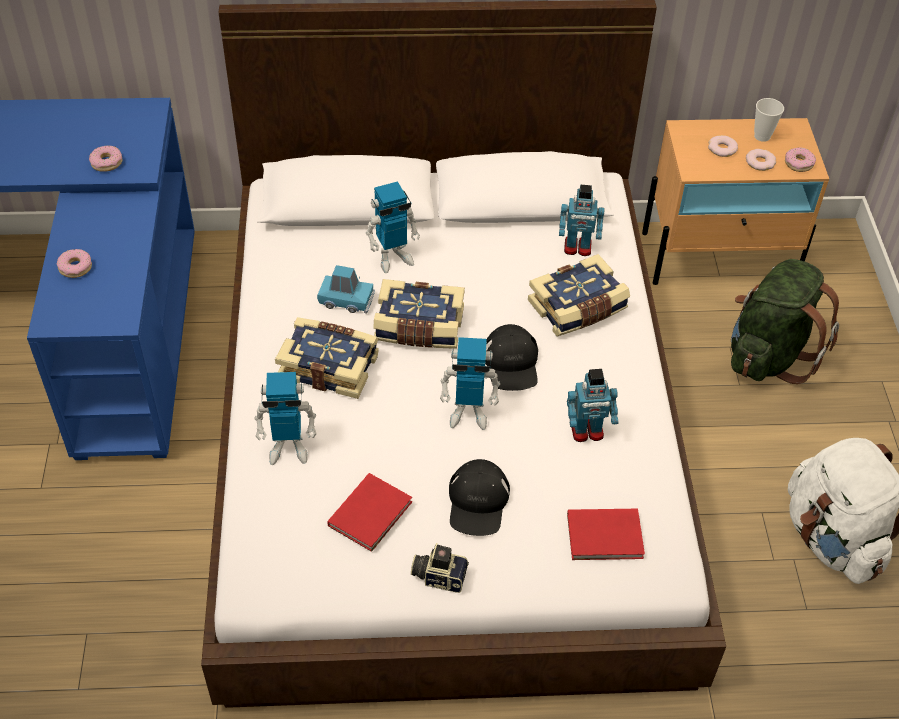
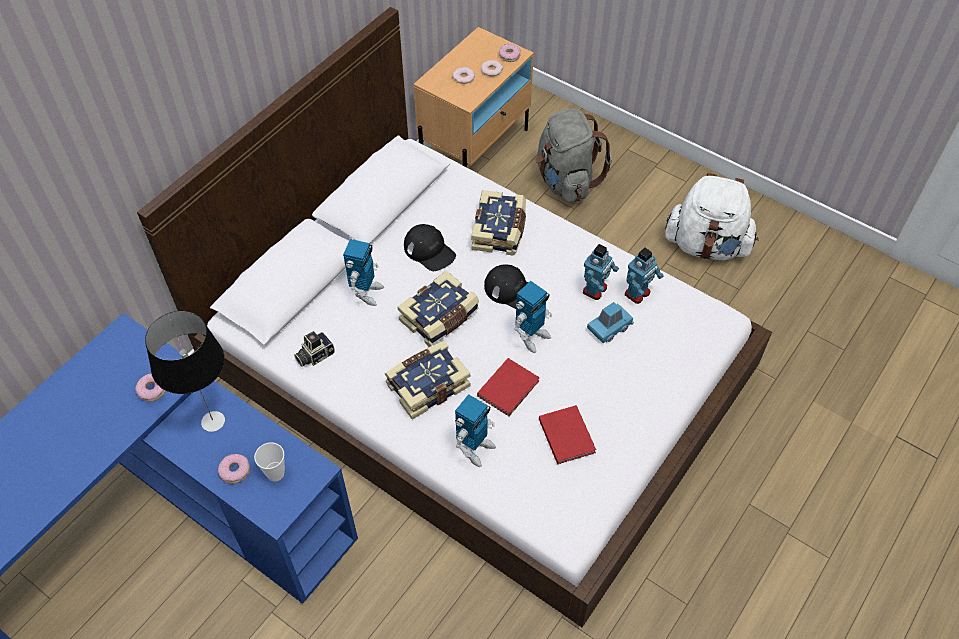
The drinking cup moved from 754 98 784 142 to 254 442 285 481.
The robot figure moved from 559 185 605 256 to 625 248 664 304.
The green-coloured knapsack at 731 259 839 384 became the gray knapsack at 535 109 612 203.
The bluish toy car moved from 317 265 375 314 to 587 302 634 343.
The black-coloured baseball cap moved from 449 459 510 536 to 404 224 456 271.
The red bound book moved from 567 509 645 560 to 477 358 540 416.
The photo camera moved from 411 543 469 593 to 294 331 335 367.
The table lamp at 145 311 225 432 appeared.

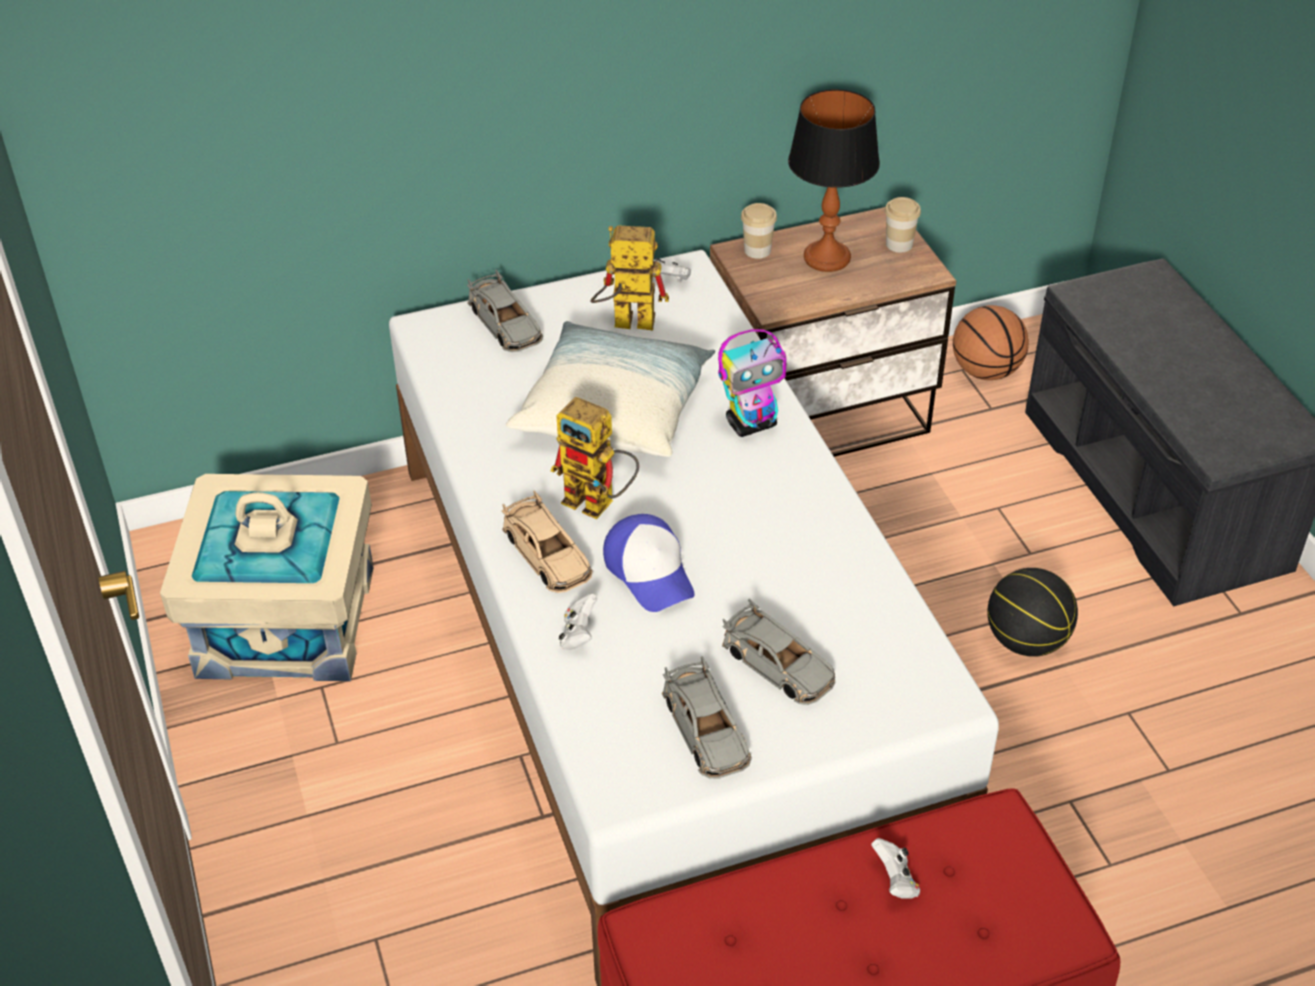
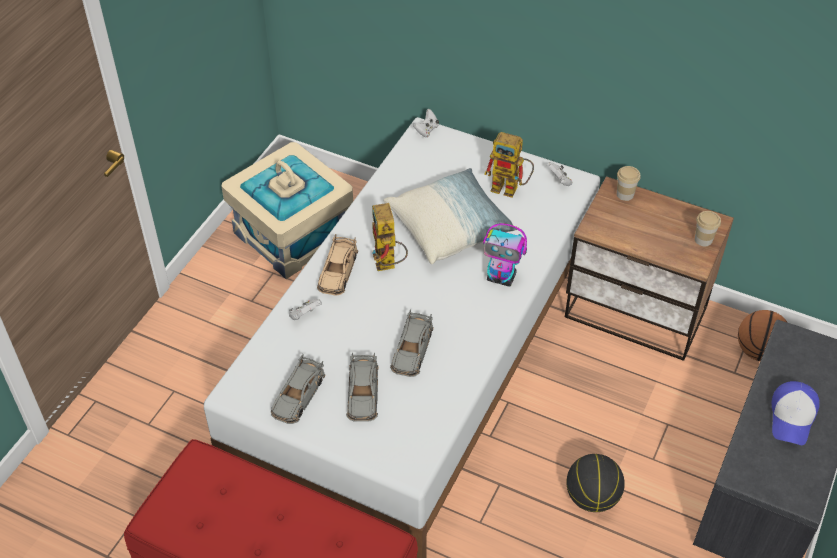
The table lamp at 788 89 880 272 disappeared.
The robot figure at 590 225 669 330 turned 150 degrees clockwise.
The gray toy car moved from 467 269 543 352 to 390 310 434 377.
The baseball cap moved from 603 514 695 612 to 772 381 820 445.
The whitish joypad moved from 871 838 920 899 to 413 109 439 137.

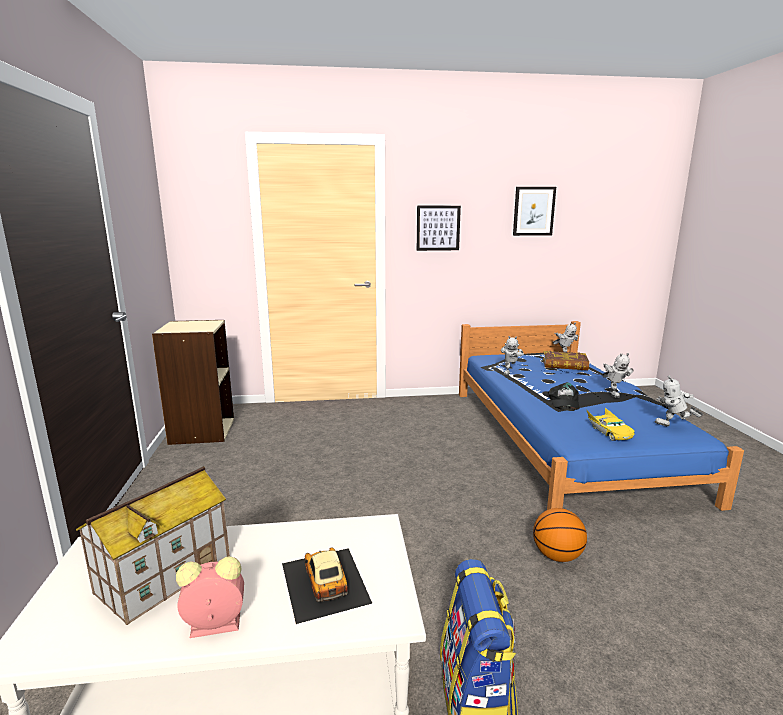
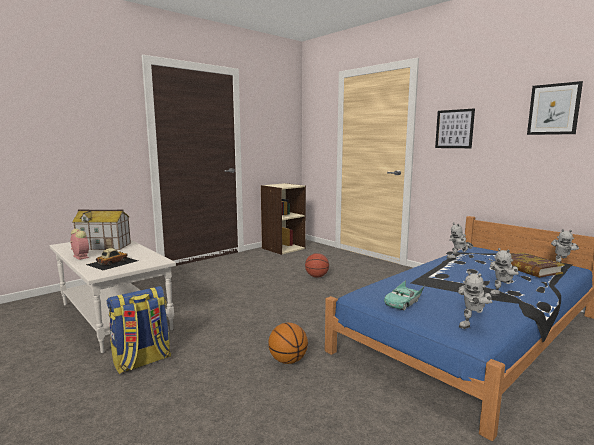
The robot figure at 655 375 703 427 turned 120 degrees counterclockwise.
The black-coloured baseball cap at 548 382 579 411 disappeared.
The yellow toy car at 587 408 634 441 became the turquoise-coloured toy car at 384 280 425 310.
The basketball at 305 253 329 277 appeared.

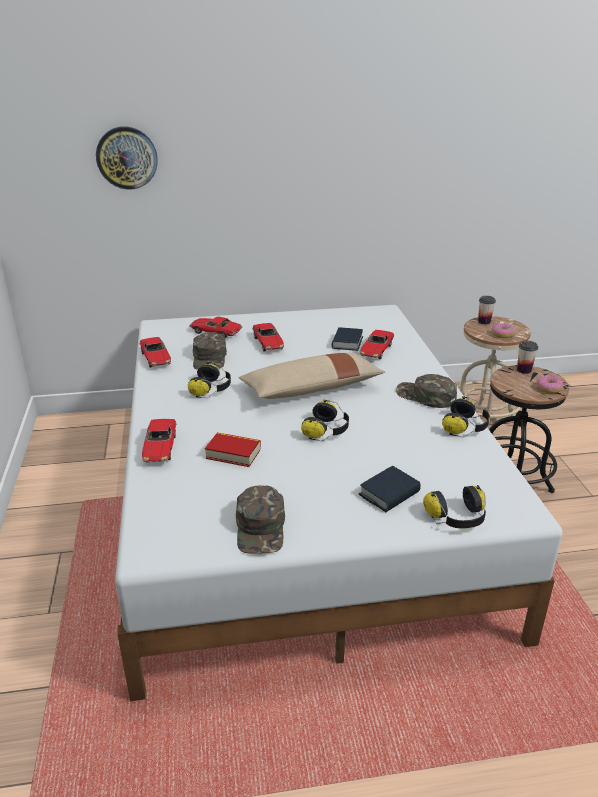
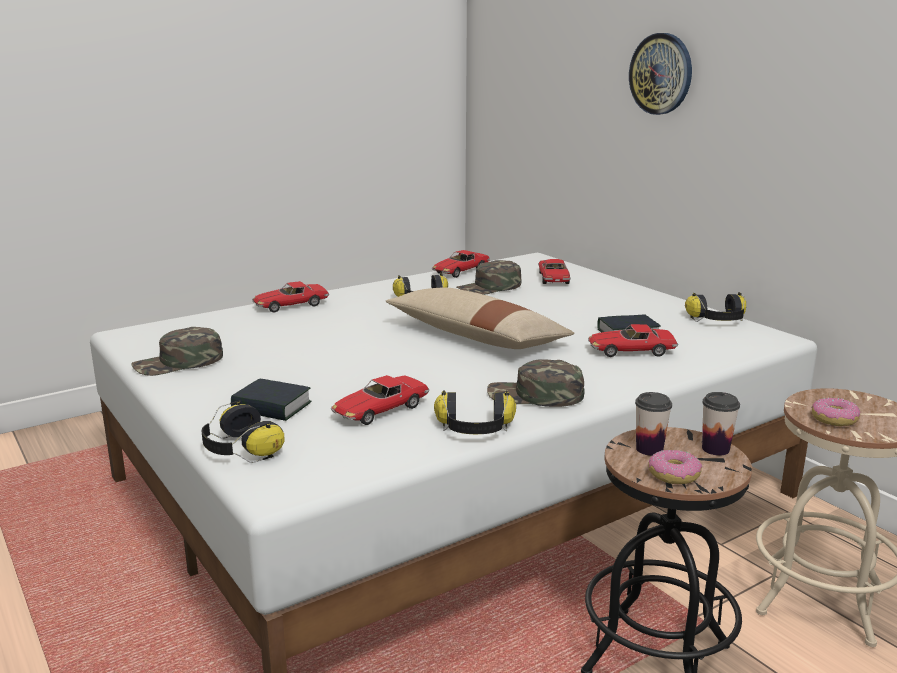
The wall clock moved from 96 126 158 190 to 629 33 692 115.
The drinking cup moved from 478 296 496 325 to 635 392 672 456.
The toy car moved from 252 323 284 351 to 331 375 429 425.
The green-coloured baseball cap at 396 374 457 408 turned 90 degrees counterclockwise.
The headset moved from 301 400 349 441 to 685 292 746 322.
The bound book at 205 432 261 467 disappeared.

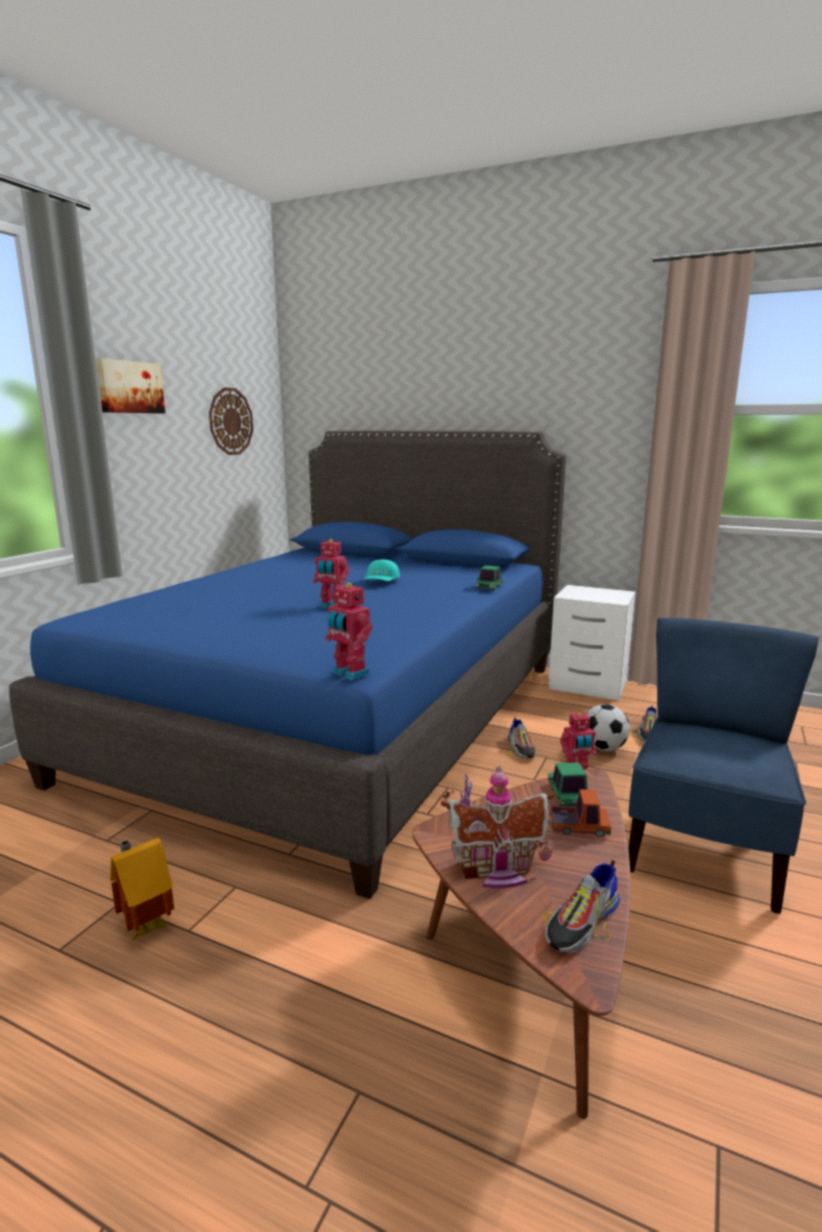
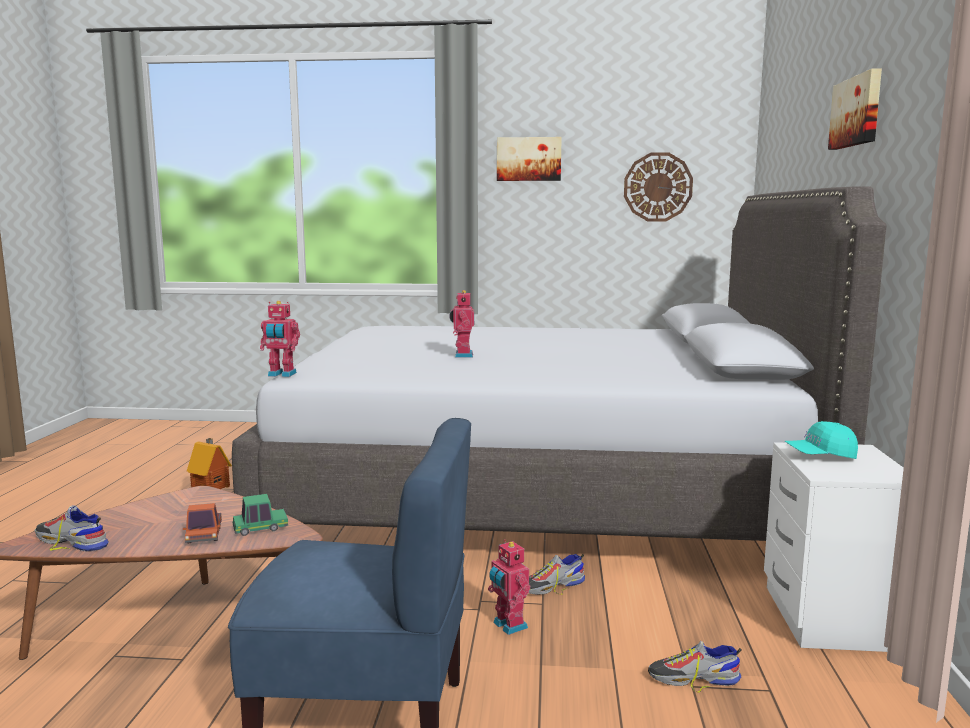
The bluish sleeping bed at 9 431 566 899 became the gray sleeping bed at 232 187 887 541.
The turquoise-coloured baseball cap moved from 364 559 400 581 to 784 421 858 459.
The toy car at 475 565 503 590 disappeared.
The robot figure at 325 582 372 680 turned 105 degrees counterclockwise.
The football ball at 586 704 630 751 disappeared.
The miniature house at 441 766 554 888 disappeared.
The wall art at 828 68 882 150 appeared.

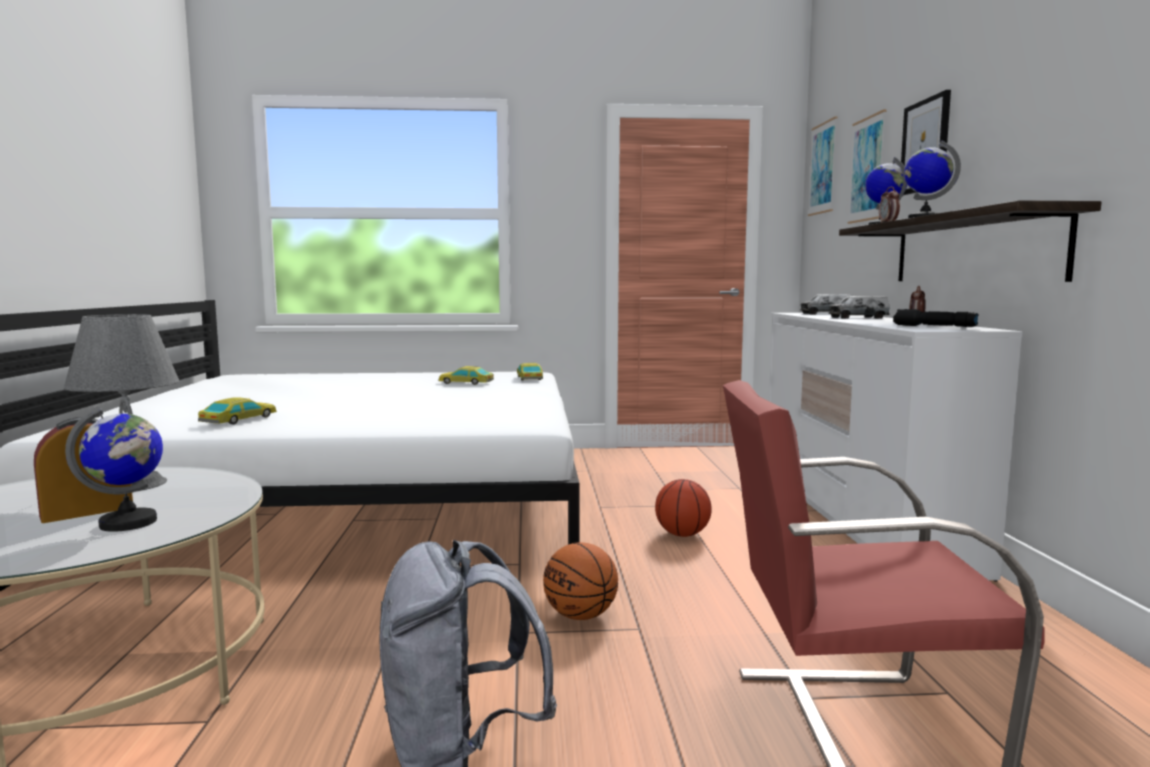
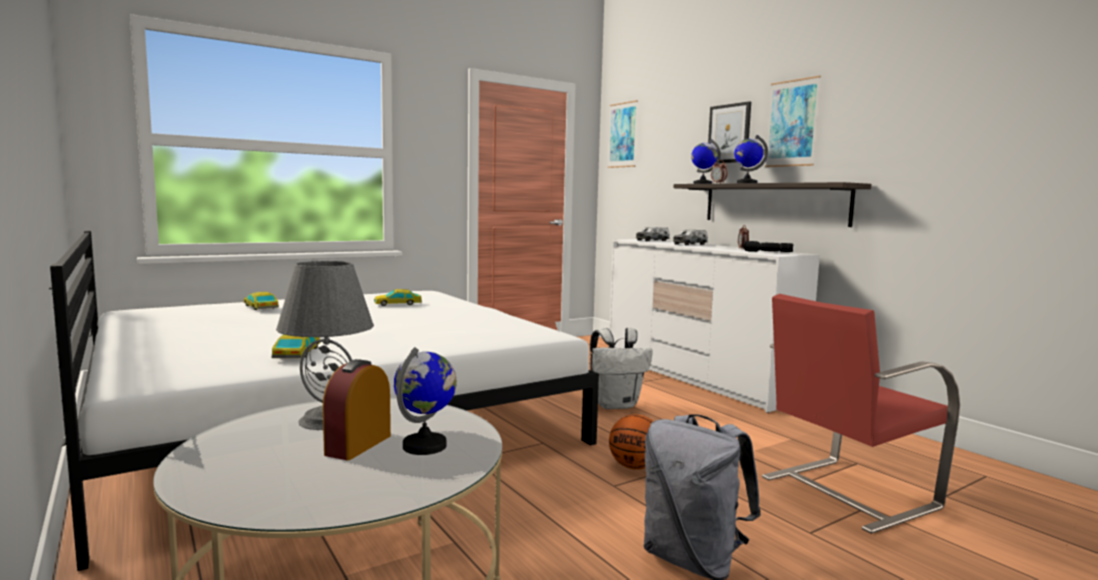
The wall art moved from 847 109 887 224 to 765 76 821 167.
The toy car moved from 517 363 543 381 to 244 292 279 310.
The basketball at 655 479 712 537 was replaced by the whitish knapsack at 590 328 653 409.

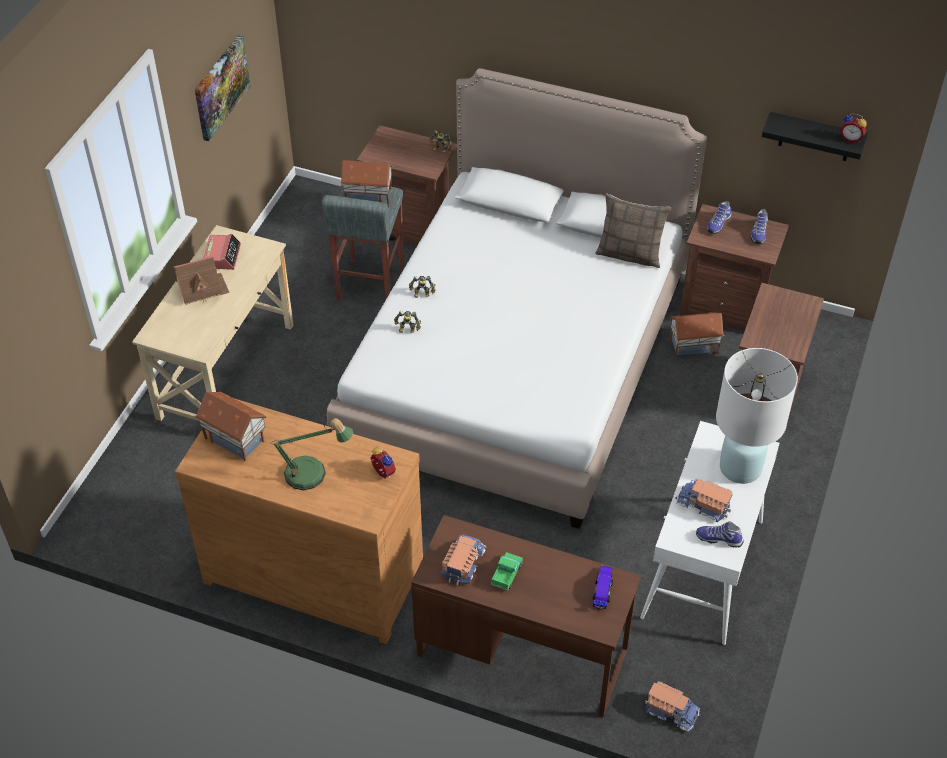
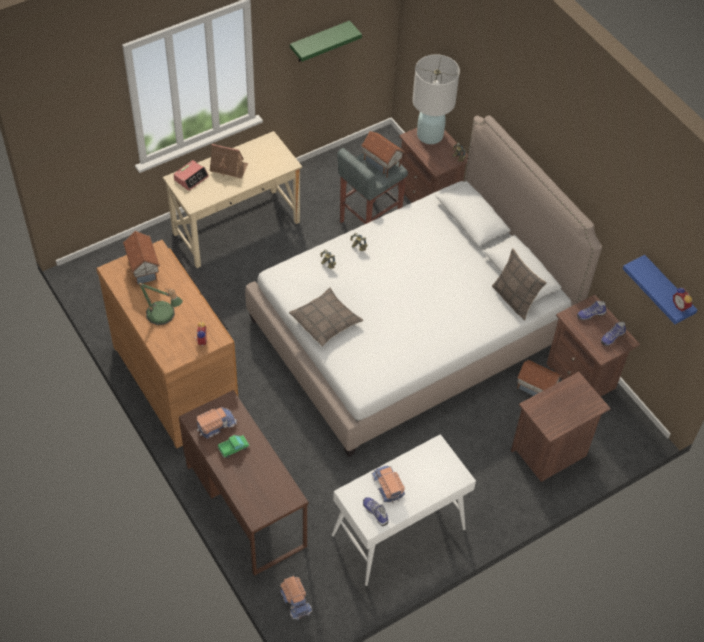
The wall art at 195 35 250 141 was replaced by the green-coloured bracket shelf at 290 21 362 62.
The black-coloured bracket shelf at 762 112 868 161 became the bluish bracket shelf at 623 255 697 324.
The bedside clock moved from 203 234 241 270 to 174 160 209 191.
The whitish table lamp moved from 716 348 798 484 to 412 54 460 144.
The toy car at 593 565 613 609 disappeared.
The pillow at 289 287 363 347 appeared.

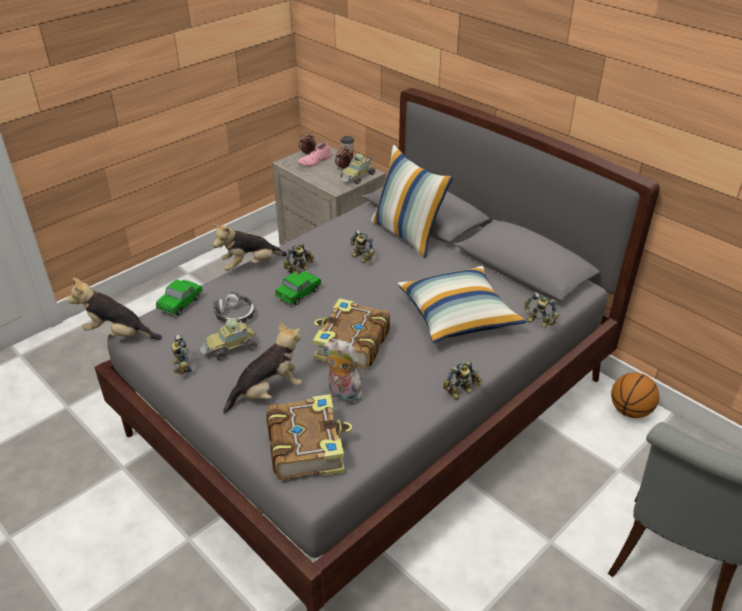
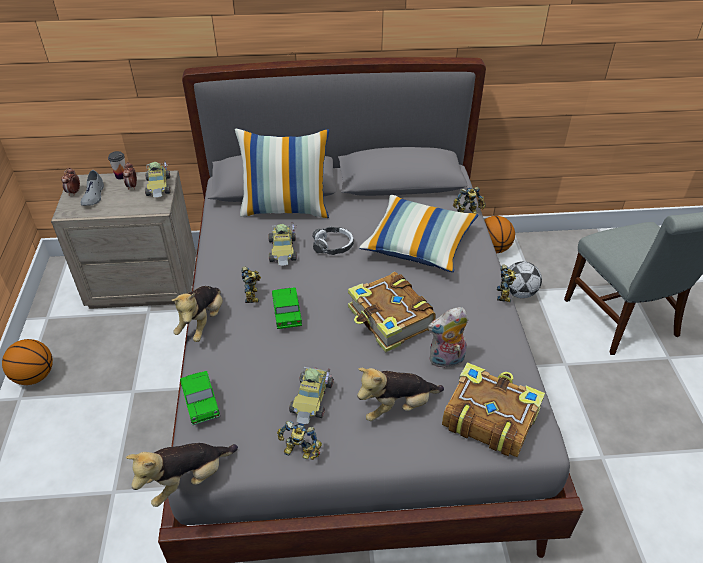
The pink-coloured low shoe at 298 142 331 166 became the gray low shoe at 81 170 104 206.
The robot figure at 351 230 375 263 was replaced by the toy car at 268 222 297 265.
The headset moved from 213 292 255 323 to 313 227 354 255.
The cuddly toy at 223 322 302 414 turned 120 degrees counterclockwise.
The football ball at 508 261 542 298 appeared.
The basketball at 2 339 53 385 appeared.

